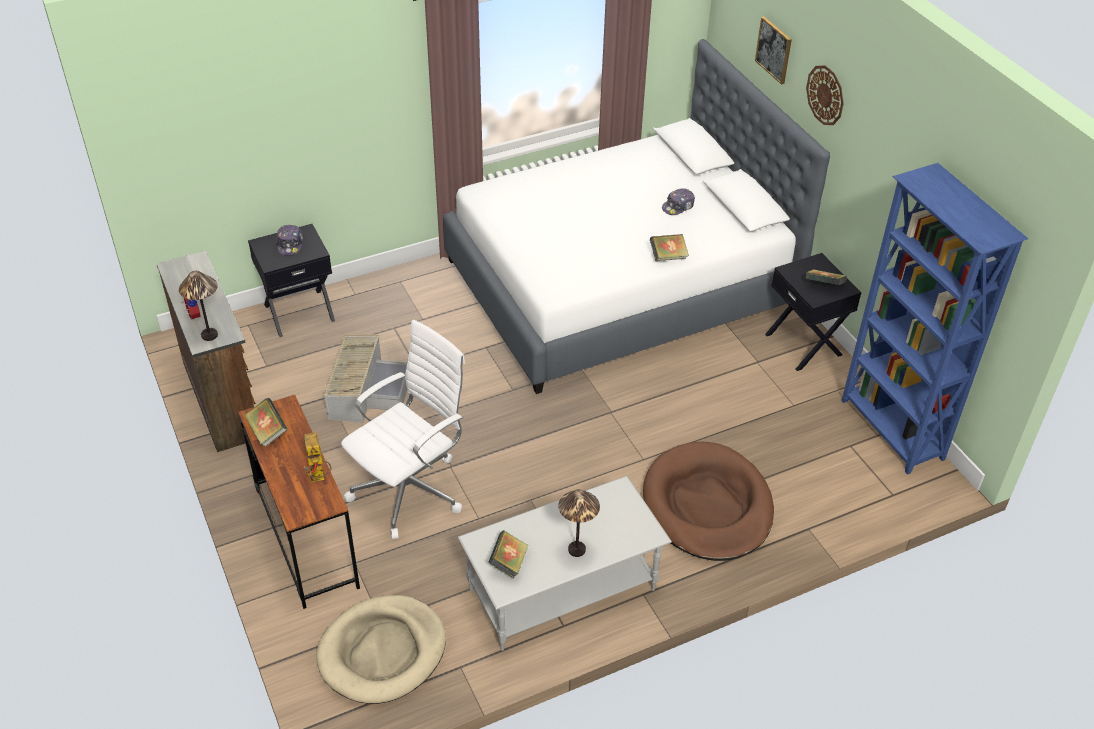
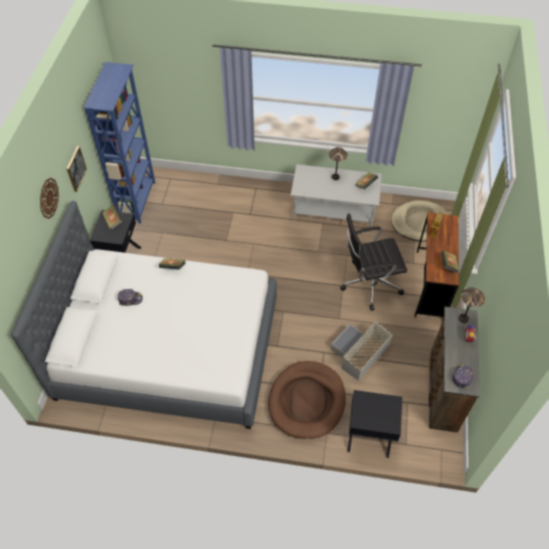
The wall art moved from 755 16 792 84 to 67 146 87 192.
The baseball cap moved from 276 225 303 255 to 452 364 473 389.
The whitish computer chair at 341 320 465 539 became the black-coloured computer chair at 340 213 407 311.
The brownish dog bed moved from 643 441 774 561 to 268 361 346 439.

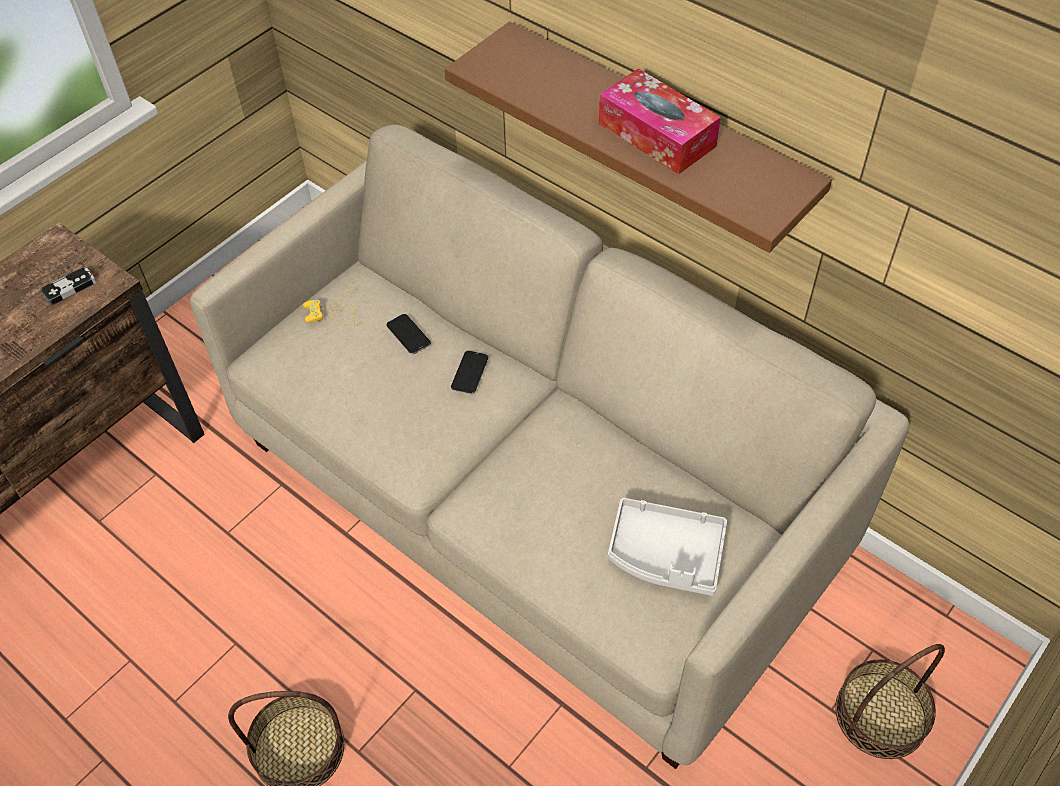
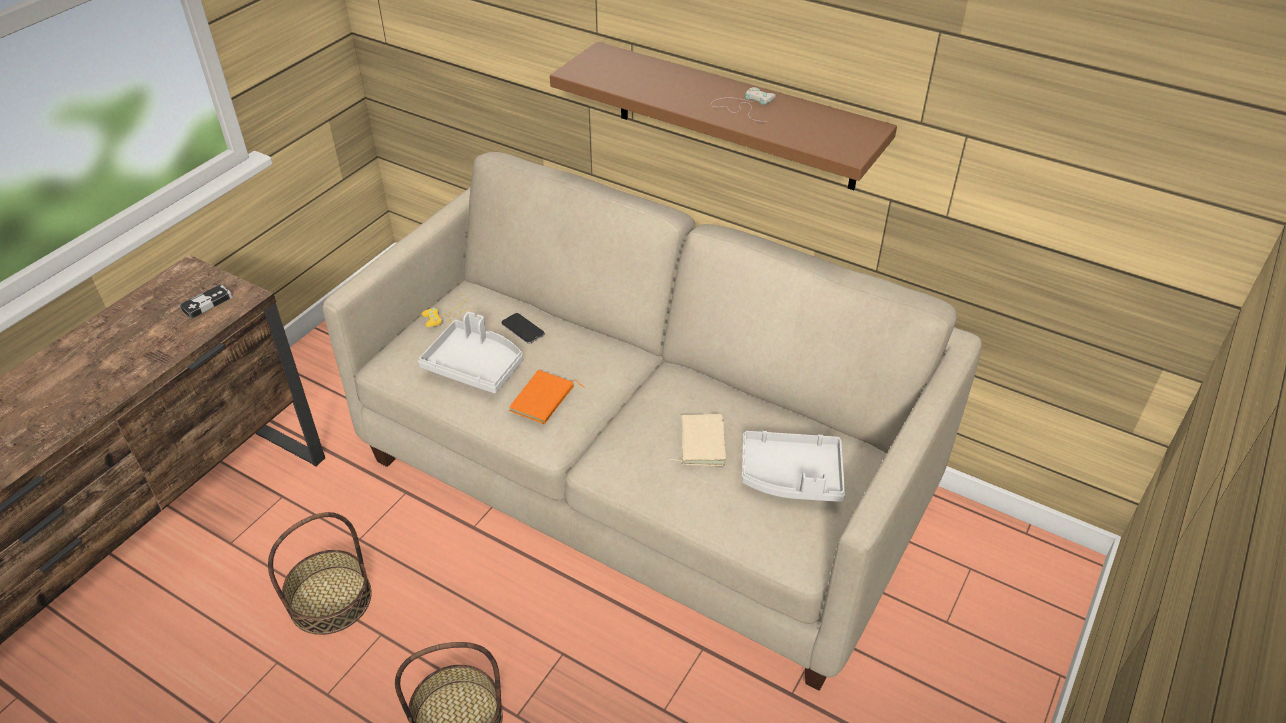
The tissue holder at 599 68 721 174 was replaced by the whitish joypad at 711 87 776 121.
The handset at 451 351 488 394 disappeared.
The storage basket moved from 835 644 945 759 to 268 512 372 635.
The gray tray at 418 312 523 393 appeared.
The orangey bound book at 509 370 585 424 appeared.
The sand-coloured bound book at 668 414 726 466 appeared.

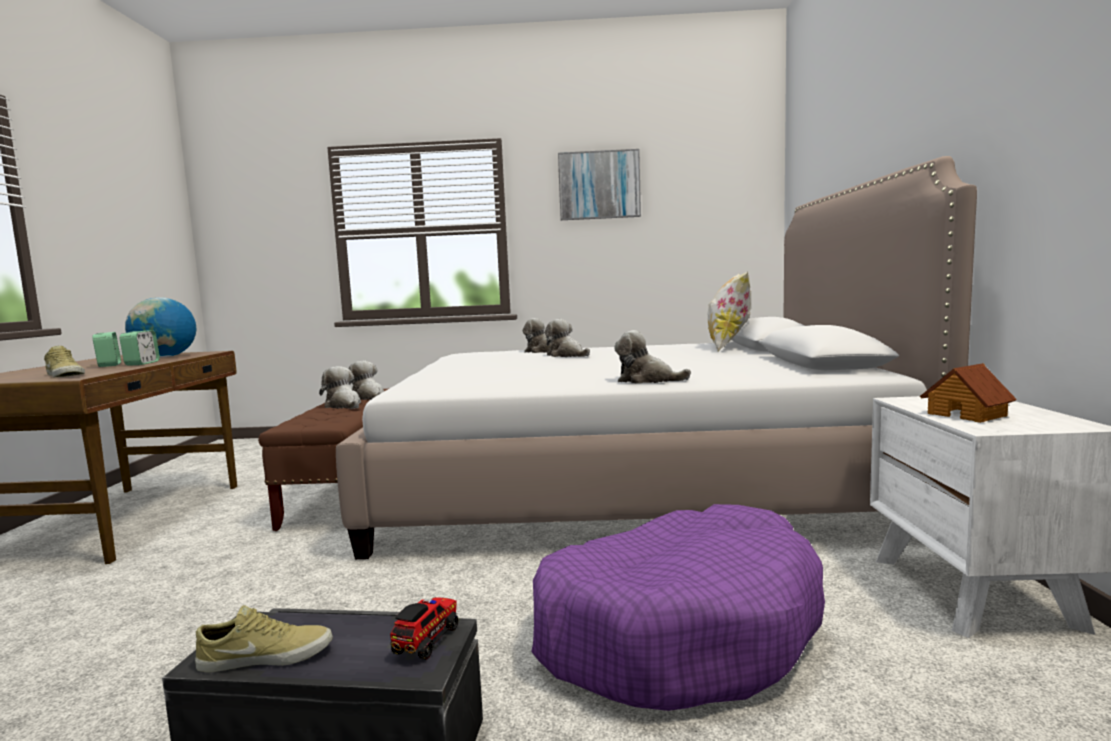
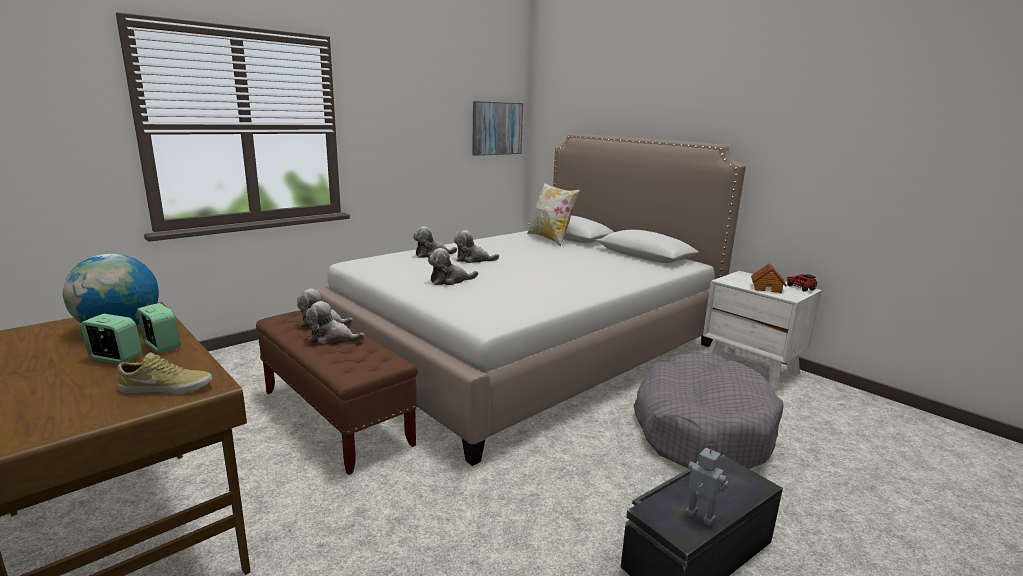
The wall art moved from 558 149 641 220 to 472 101 523 156.
The cuddly toy moved from 614 330 691 384 to 428 248 478 285.
The purplish dog bed at 531 504 825 711 became the gray dog bed at 633 353 784 469.
The toy truck moved from 390 597 458 660 to 787 274 818 292.
The sand-coloured low shoe at 195 605 333 672 was replaced by the robot figure at 685 444 729 526.

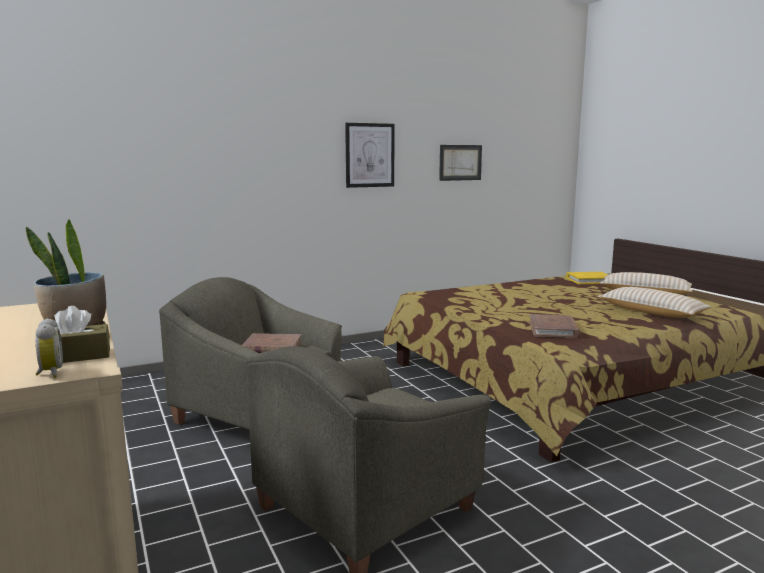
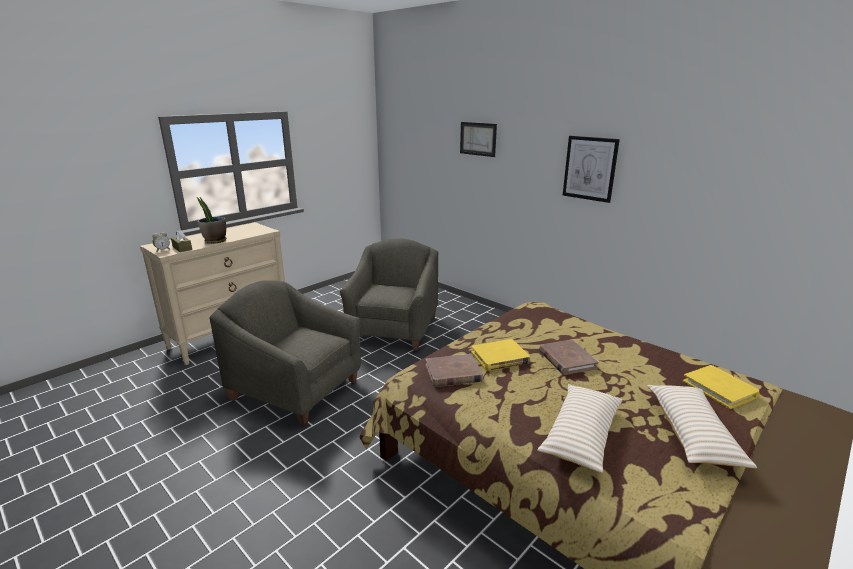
The wall art moved from 439 145 482 181 to 460 122 497 157.
The brownish bound book moved from 242 333 302 353 to 539 340 599 375.
The yellow bound book at 471 339 530 371 appeared.

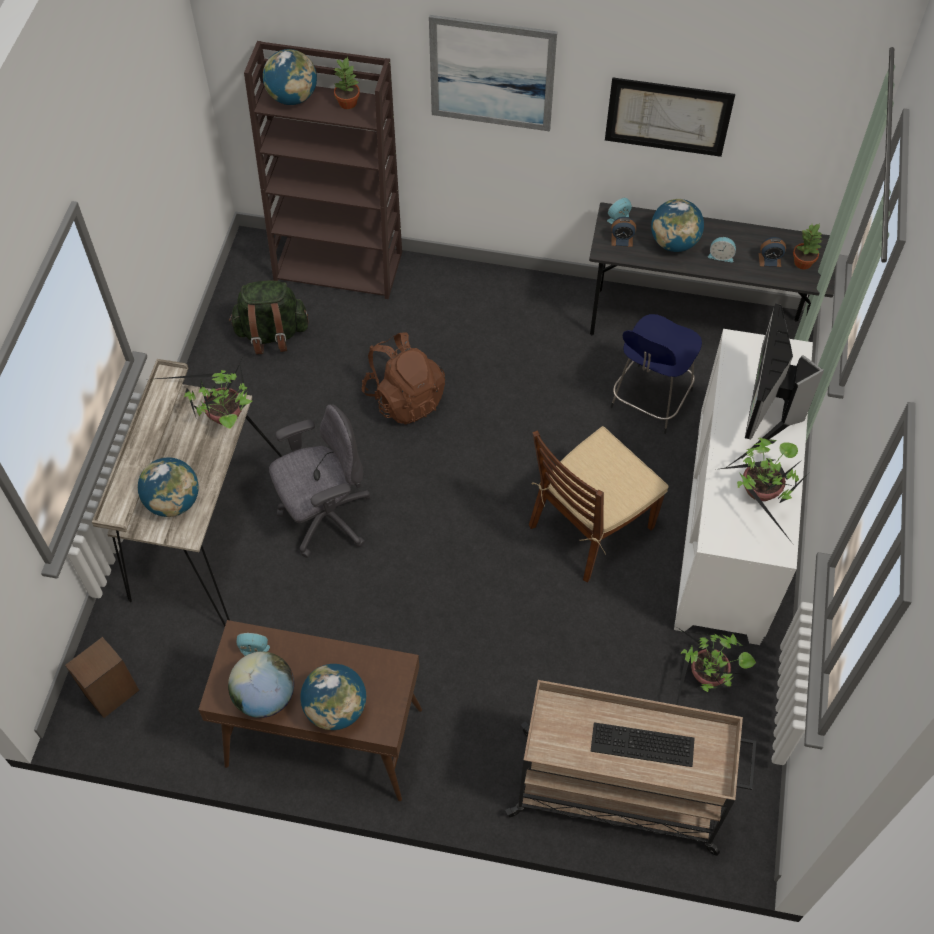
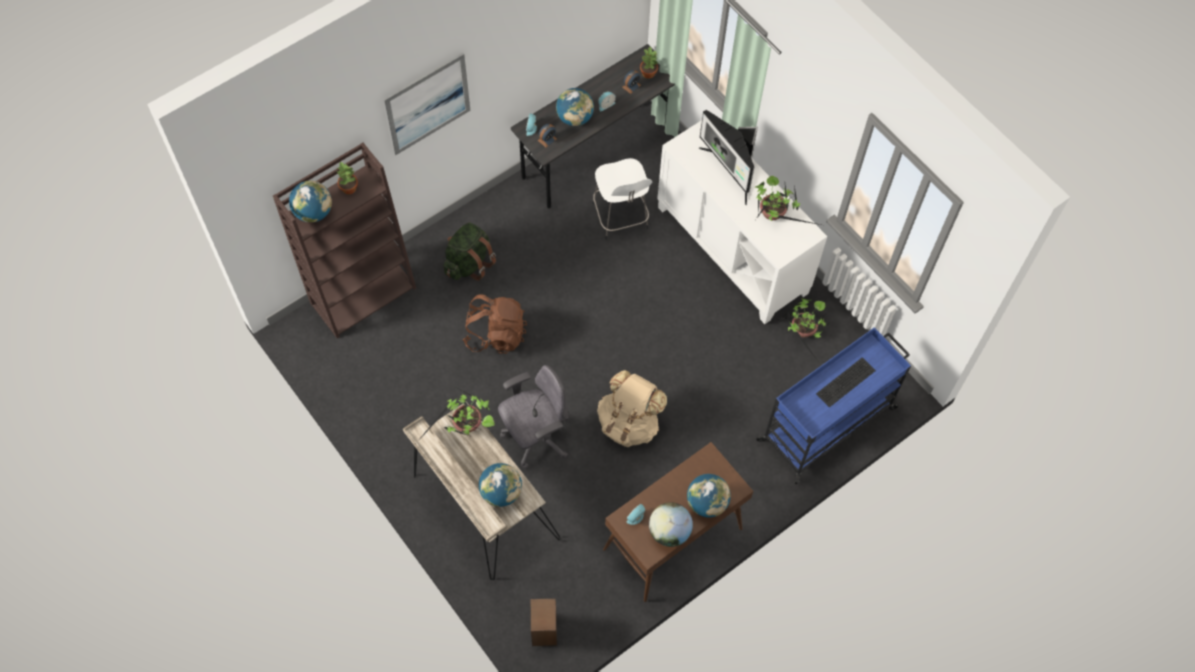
The wall art at 605 77 735 157 disappeared.
The green-coloured knapsack moved from 229 281 308 354 to 444 222 496 281.
The bluish sitting stool at 610 314 702 434 became the whitish sitting stool at 592 158 652 240.
The gray computer chair at 269 404 371 558 turned 45 degrees clockwise.
The brownish plain chair at 529 426 669 583 disappeared.
The sand-coloured cart at 505 680 757 856 became the bluish cart at 756 327 911 484.
The sand-coloured knapsack at 597 370 667 447 appeared.

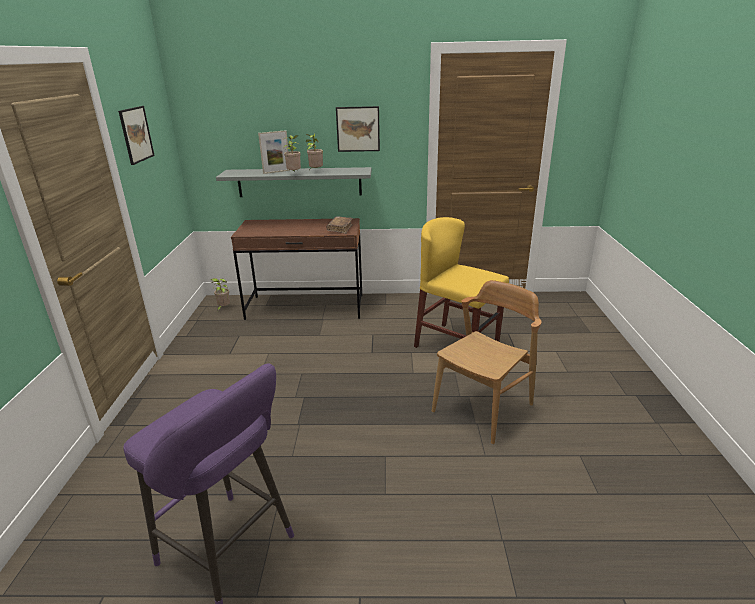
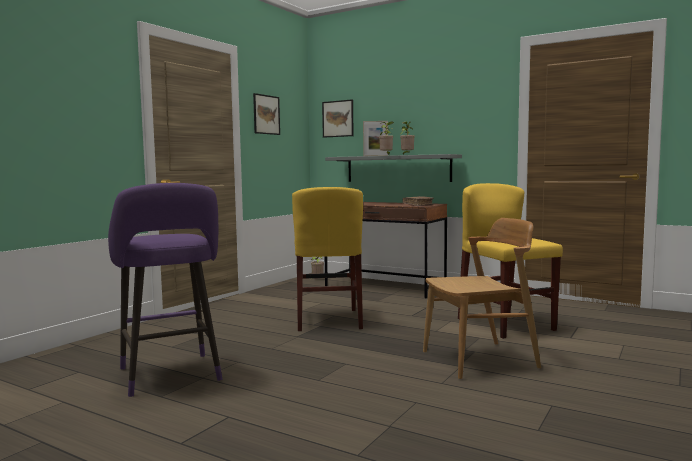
The wall art moved from 336 106 380 152 to 322 99 354 138.
The yellow plain chair at 292 187 363 331 appeared.

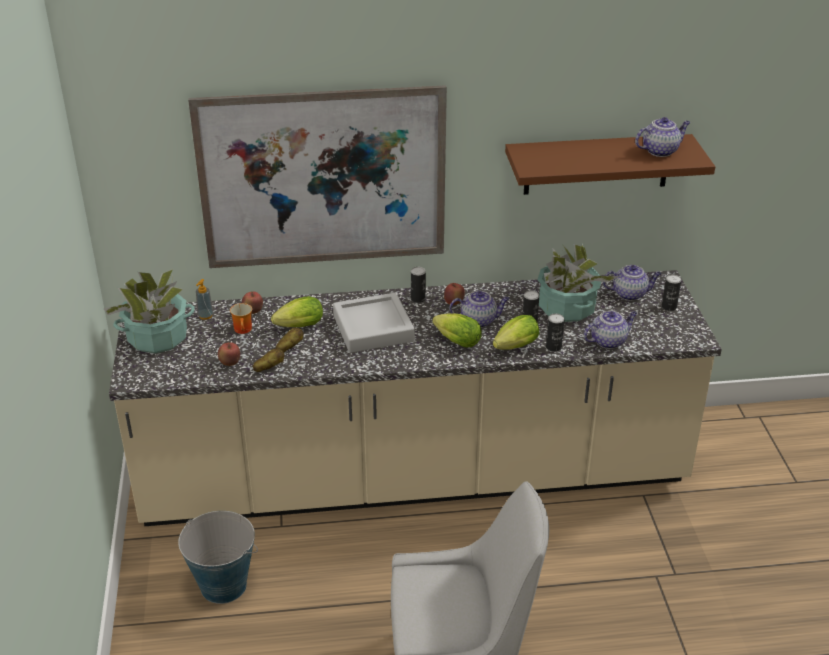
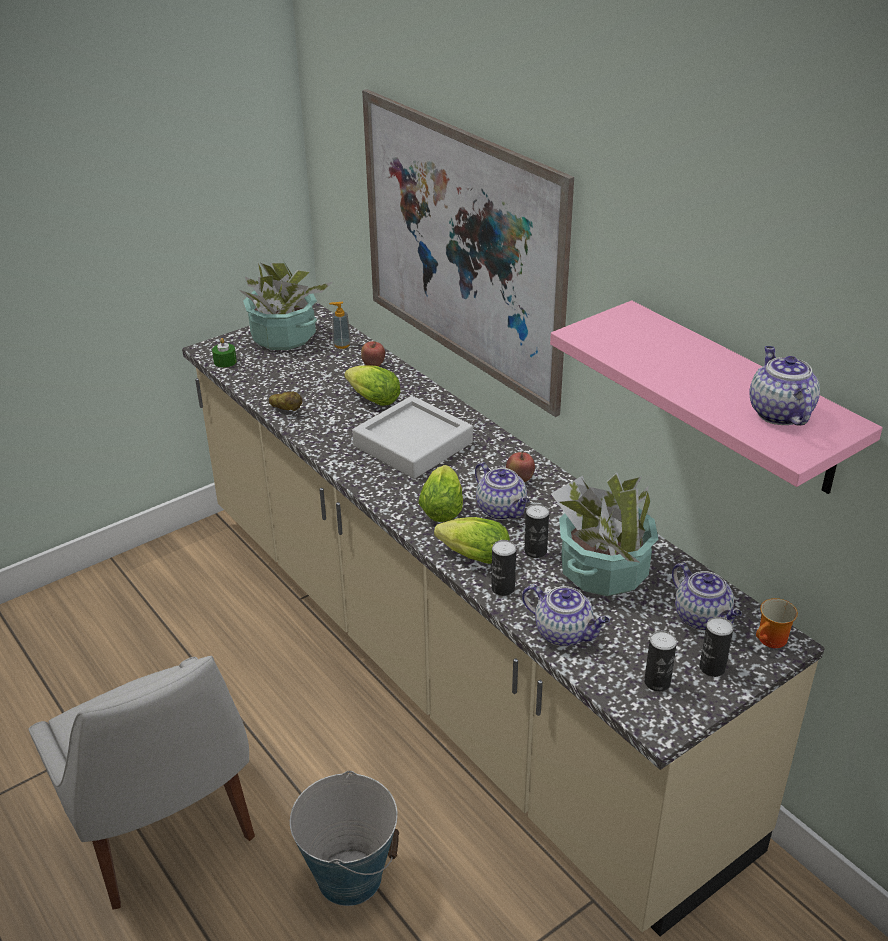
The pot for tea at 635 117 691 157 turned 135 degrees counterclockwise.
The brownish bracket shelf at 505 134 715 195 became the pink-coloured bracket shelf at 550 300 883 494.
The sealed can moved from 411 267 426 303 to 644 631 677 691.
The tea mug moved from 230 303 252 334 to 756 598 798 648.
The whole potato at 276 328 304 352 disappeared.
The whole apple at 218 342 240 366 disappeared.
The pail moved from 178 511 258 604 to 290 771 399 906.
The green-coloured wax candle at 212 338 237 368 appeared.

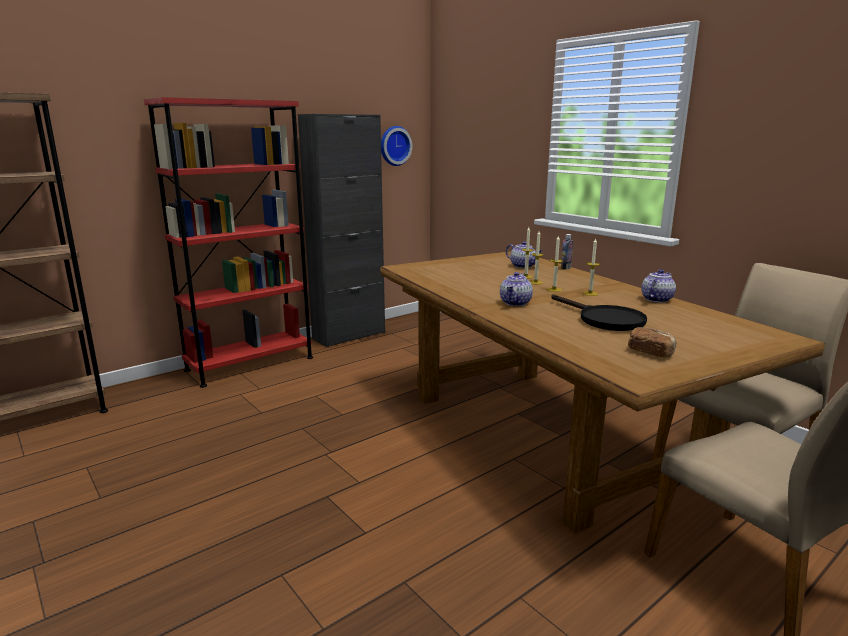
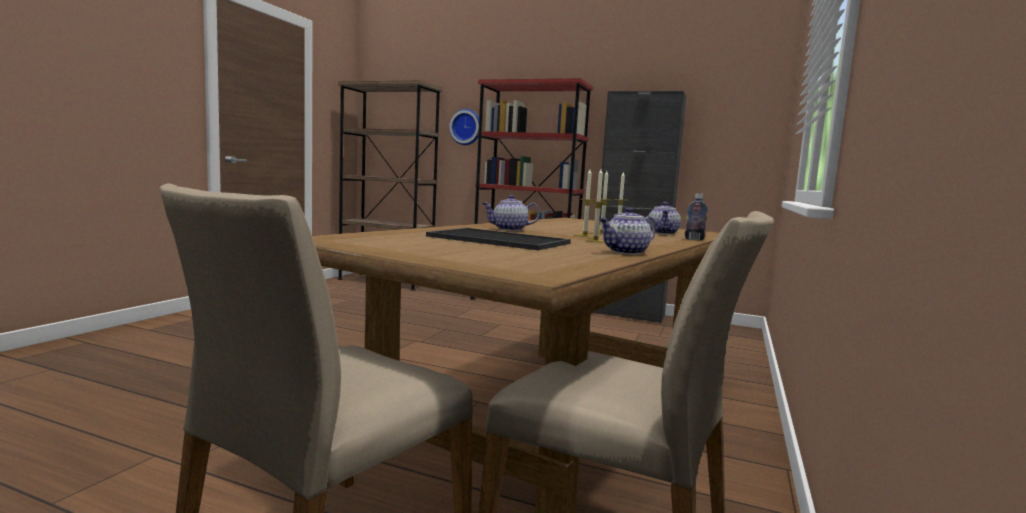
The wall clock moved from 381 126 412 166 to 449 109 479 145.
The pot for tea at 641 269 676 303 turned 135 degrees clockwise.
The black-coloured pan at 551 294 647 331 was replaced by the tray at 426 228 571 250.
The baked bread at 628 327 677 358 disappeared.

